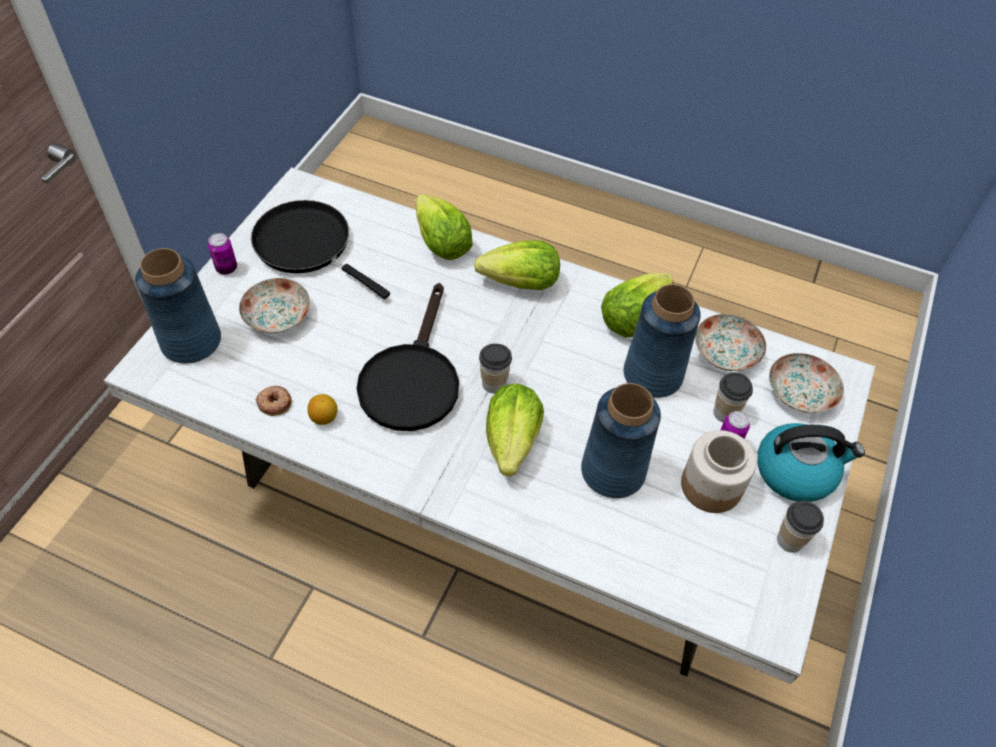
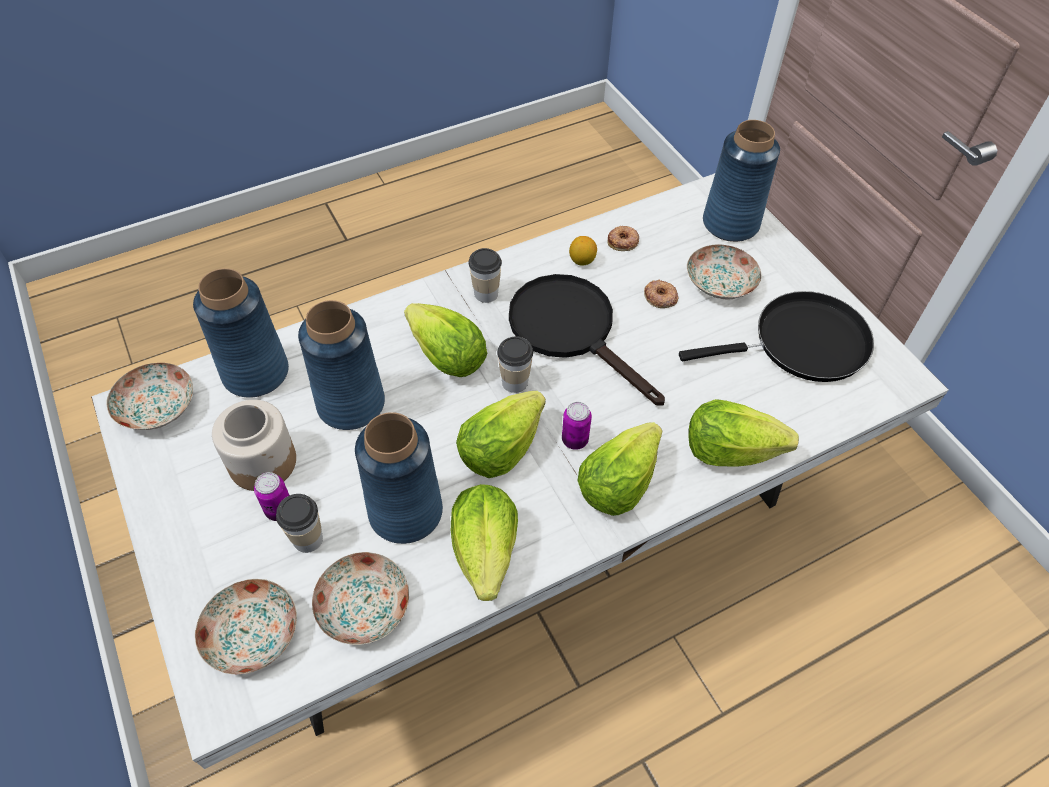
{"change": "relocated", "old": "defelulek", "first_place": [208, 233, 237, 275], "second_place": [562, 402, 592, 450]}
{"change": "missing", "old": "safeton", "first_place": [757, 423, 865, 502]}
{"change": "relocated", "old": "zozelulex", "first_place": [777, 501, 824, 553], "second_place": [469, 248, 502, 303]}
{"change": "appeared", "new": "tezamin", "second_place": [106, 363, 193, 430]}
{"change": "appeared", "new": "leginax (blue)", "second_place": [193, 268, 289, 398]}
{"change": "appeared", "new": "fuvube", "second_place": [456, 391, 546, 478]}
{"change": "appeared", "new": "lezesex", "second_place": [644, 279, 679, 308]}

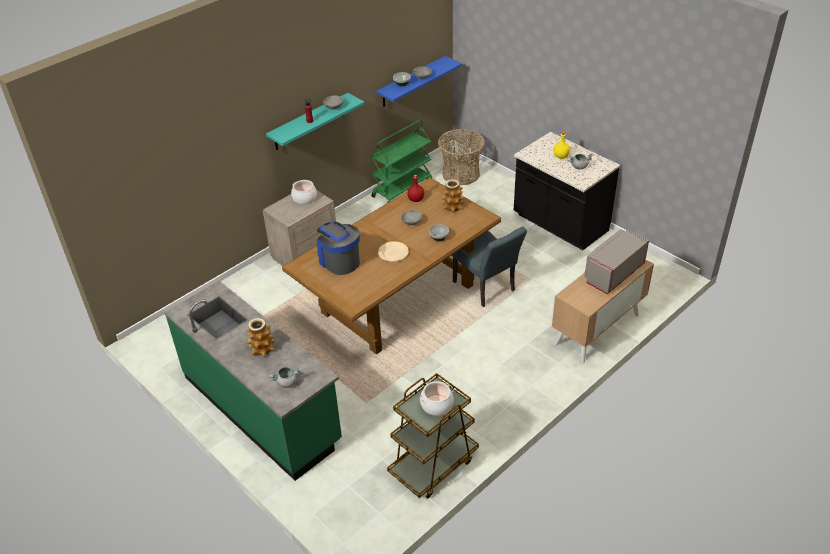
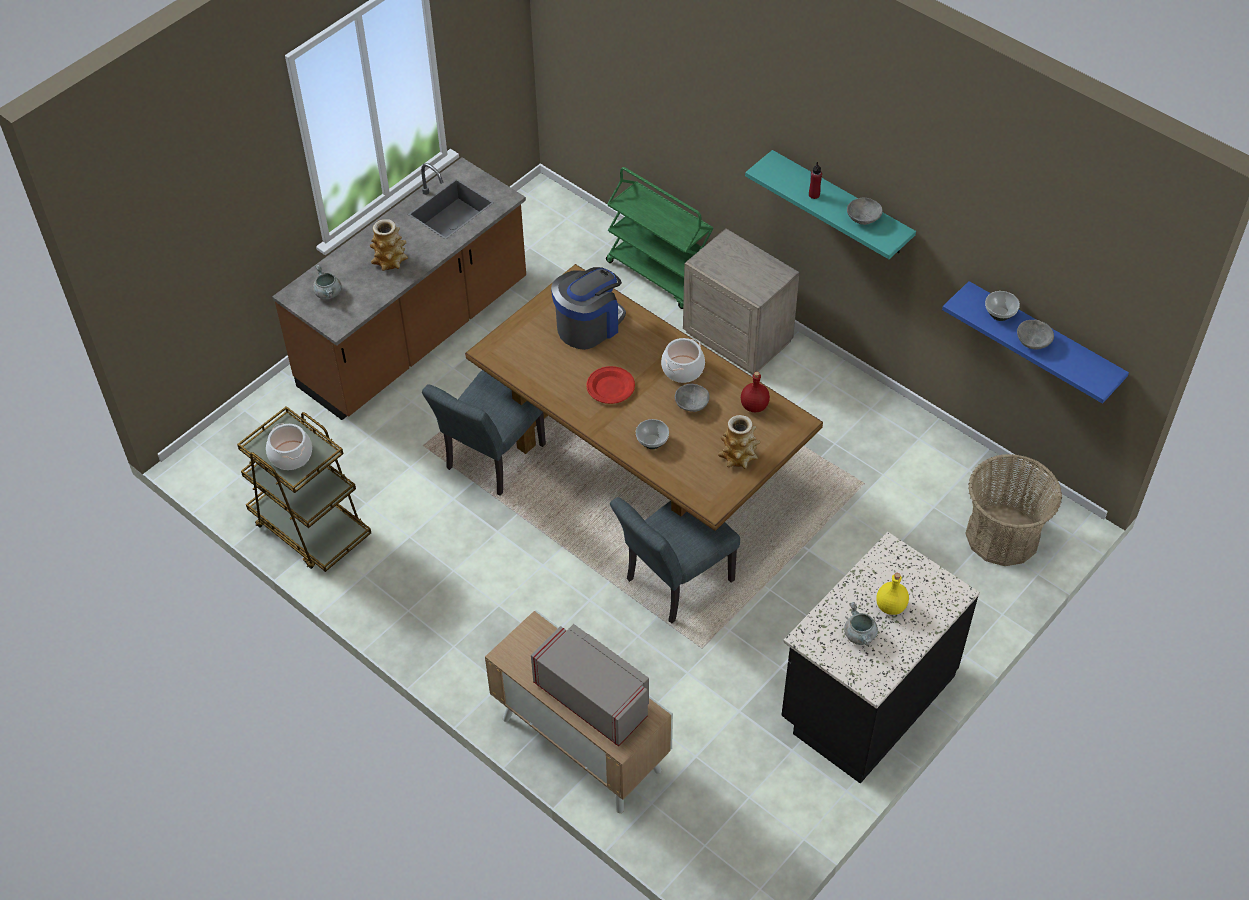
{"change": "colour", "old": "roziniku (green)", "new": "roziniku (brown)", "first_place": [164, 281, 342, 481], "second_place": [272, 157, 526, 420]}
{"change": "relocated", "old": "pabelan", "first_place": [291, 180, 317, 205], "second_place": [661, 338, 705, 383]}
{"change": "relocated", "old": "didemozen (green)", "first_place": [370, 120, 432, 203], "second_place": [606, 167, 714, 309]}
{"change": "colour", "old": "tezamin (beige)", "new": "tezamin (red)", "first_place": [378, 241, 409, 262], "second_place": [586, 366, 635, 404]}
{"change": "appeared", "new": "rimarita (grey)", "second_place": [422, 370, 546, 496]}

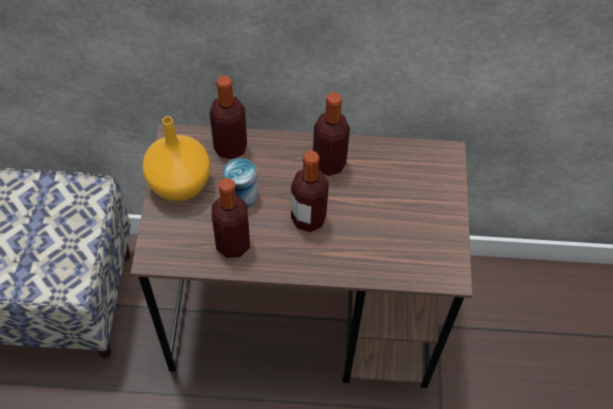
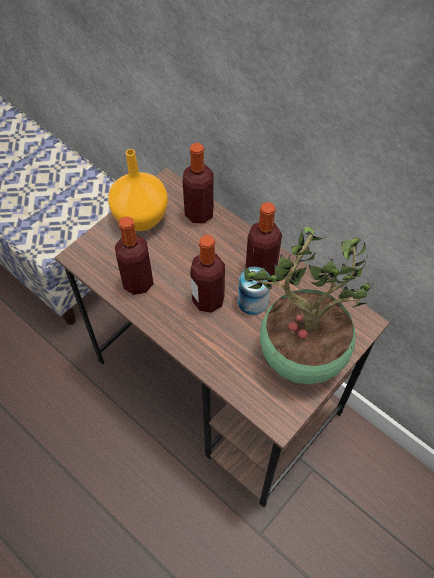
{"change": "relocated", "old": "defelulek", "first_place": [223, 158, 258, 208], "second_place": [238, 267, 270, 315]}
{"change": "appeared", "new": "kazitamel", "second_place": [244, 227, 374, 384]}

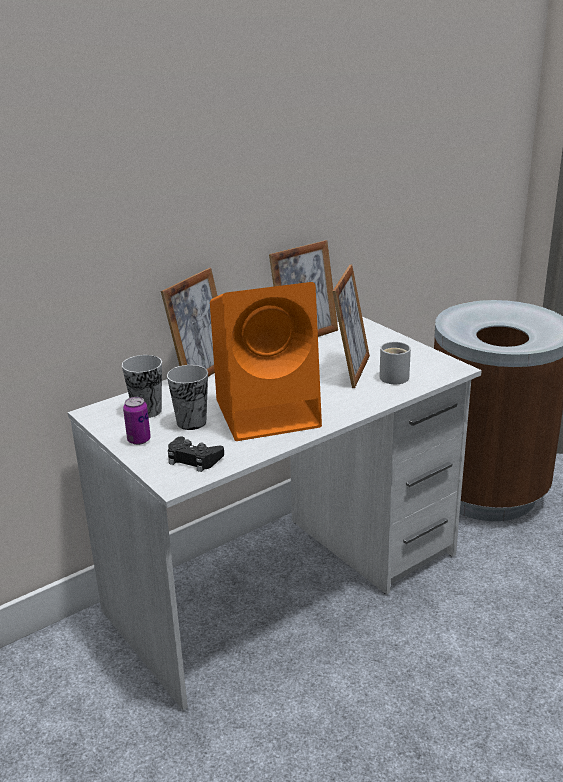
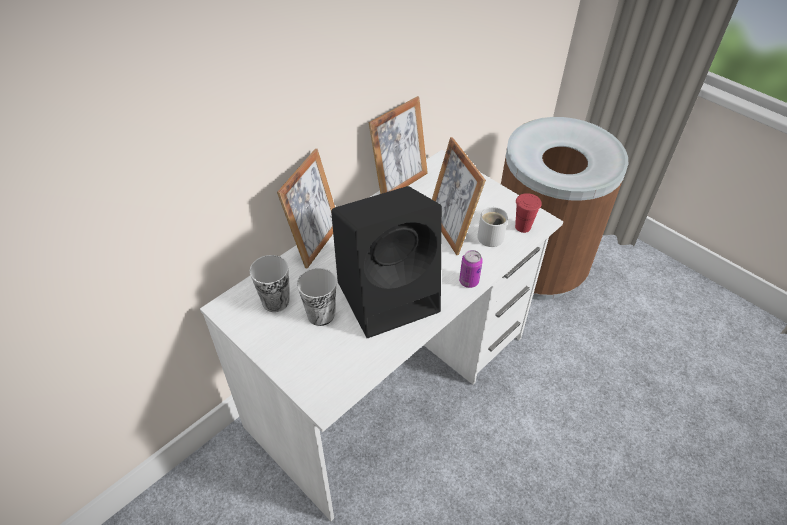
{"change": "relocated", "old": "defelulek", "first_place": [123, 397, 151, 445], "second_place": [459, 250, 483, 288]}
{"change": "missing", "old": "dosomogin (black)", "first_place": [168, 437, 224, 472]}
{"change": "colour", "old": "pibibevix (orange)", "new": "pibibevix (black)", "first_place": [210, 282, 322, 441], "second_place": [331, 186, 442, 338]}
{"change": "spun", "old": "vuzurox", "first_place": [332, 264, 370, 388], "second_place": [432, 137, 486, 255], "degrees": 150}
{"change": "appeared", "new": "zozelulex (red)", "second_place": [515, 193, 542, 233]}

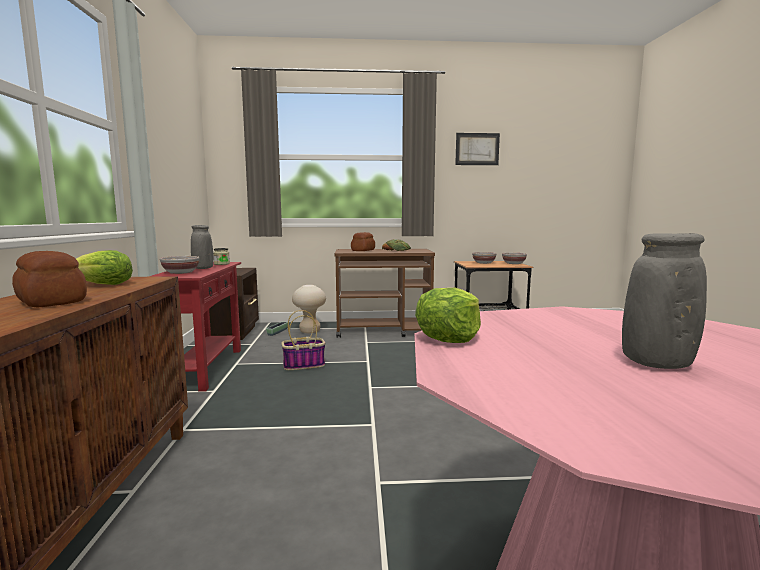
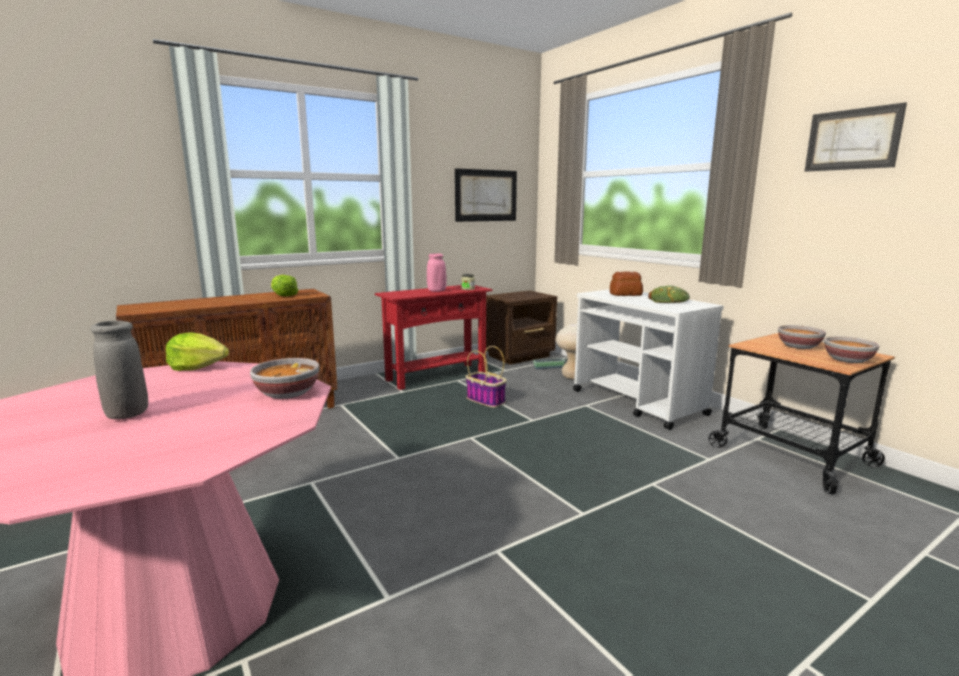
{"change": "missing", "old": "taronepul", "first_place": [12, 251, 87, 308]}
{"change": "relocated", "old": "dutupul", "first_place": [160, 256, 199, 274], "second_place": [250, 358, 319, 399]}
{"change": "colour", "old": "leginax (grey)", "new": "leginax (pink)", "first_place": [191, 225, 214, 269], "second_place": [427, 253, 447, 292]}
{"change": "colour", "old": "didemozen (brown)", "new": "didemozen (white)", "first_place": [335, 249, 435, 338], "second_place": [573, 289, 724, 430]}
{"change": "appeared", "new": "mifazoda", "second_place": [455, 168, 517, 222]}

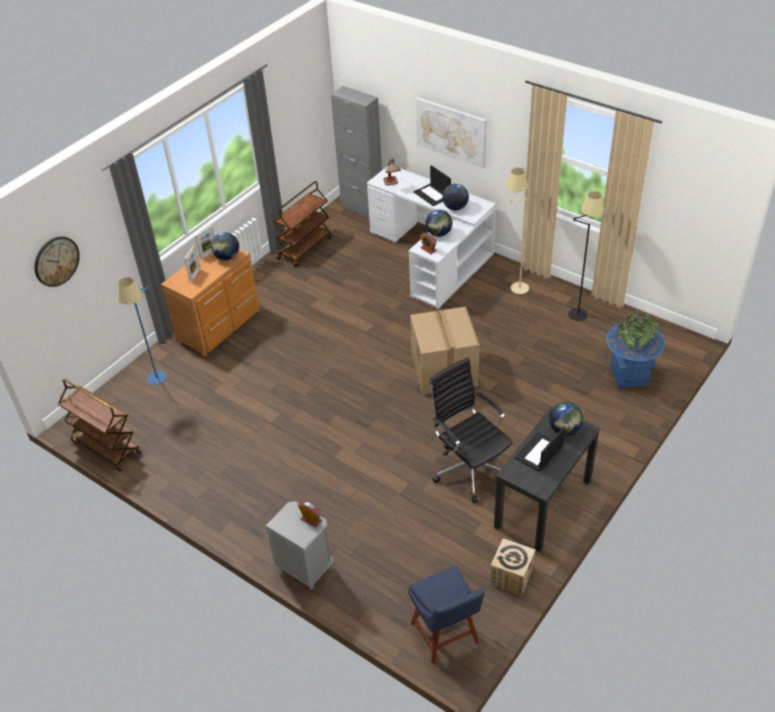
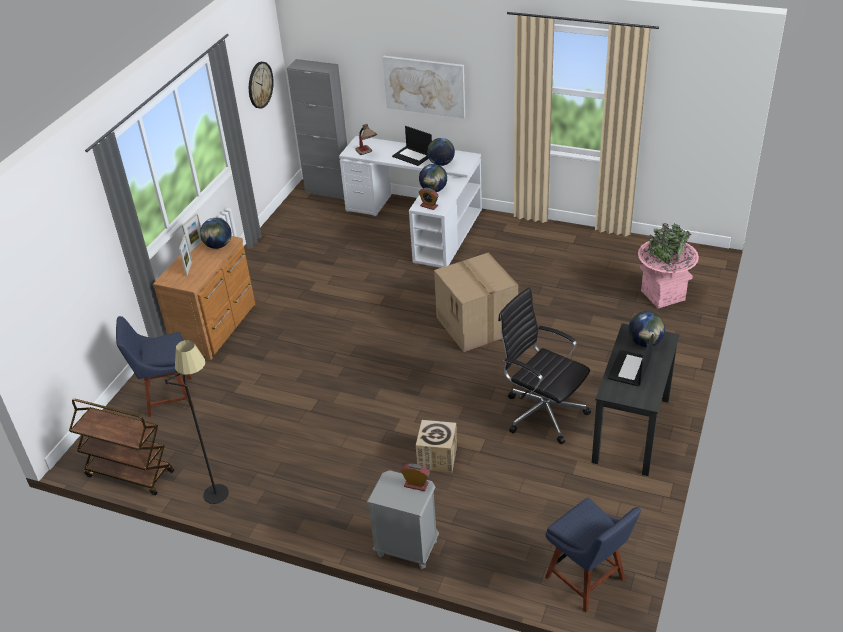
{"change": "relocated", "old": "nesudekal", "first_place": [34, 236, 80, 287], "second_place": [249, 62, 274, 109]}
{"change": "exchanged", "old": "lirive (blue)", "new": "rimarita (blue)", "first_place": [118, 277, 167, 385], "second_place": [116, 316, 194, 417]}
{"change": "missing", "old": "didemozen (brown)", "first_place": [272, 181, 332, 267]}
{"change": "relocated", "old": "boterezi", "first_place": [490, 538, 536, 596], "second_place": [416, 420, 457, 473]}
{"change": "missing", "old": "lirive (beige)", "first_place": [506, 168, 529, 294]}
{"change": "relocated", "old": "lirive (black)", "first_place": [568, 191, 604, 321], "second_place": [165, 340, 229, 504]}
{"change": "colour", "old": "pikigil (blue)", "new": "pikigil (pink)", "first_place": [606, 310, 665, 388], "second_place": [638, 223, 699, 308]}

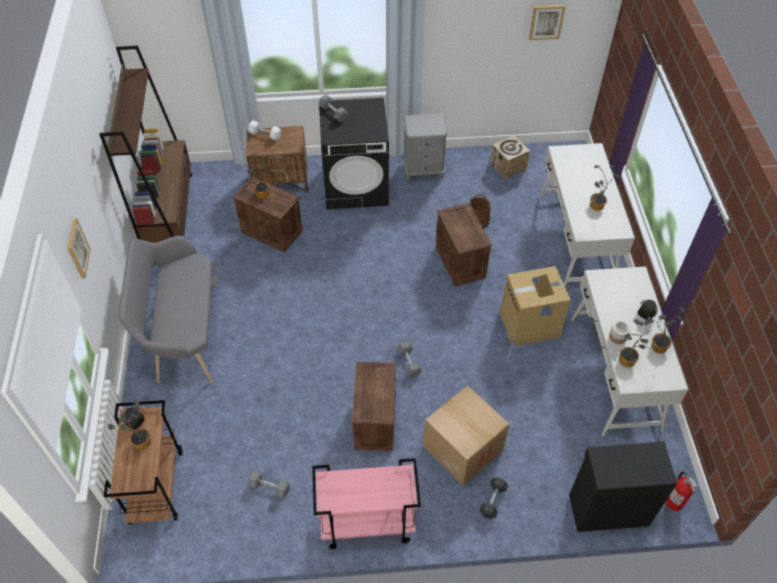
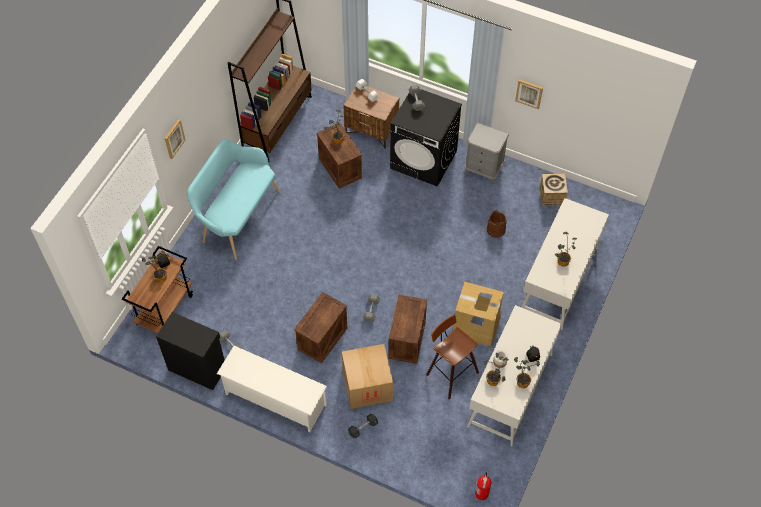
{"change": "colour", "old": "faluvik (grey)", "new": "faluvik (turquoise)", "first_place": [119, 236, 218, 383], "second_place": [187, 139, 280, 260]}
{"change": "exchanged", "old": "didemozen (pink)", "new": "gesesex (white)", "first_place": [312, 458, 421, 549], "second_place": [217, 346, 327, 432]}
{"change": "relocated", "old": "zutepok", "first_place": [436, 203, 492, 286], "second_place": [389, 295, 427, 364]}
{"change": "relocated", "old": "mifazoda", "first_place": [529, 5, 565, 40], "second_place": [515, 79, 543, 109]}
{"change": "relocated", "old": "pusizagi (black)", "first_place": [569, 442, 677, 532], "second_place": [156, 312, 225, 390]}
{"change": "appeared", "new": "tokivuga", "second_place": [426, 315, 479, 399]}

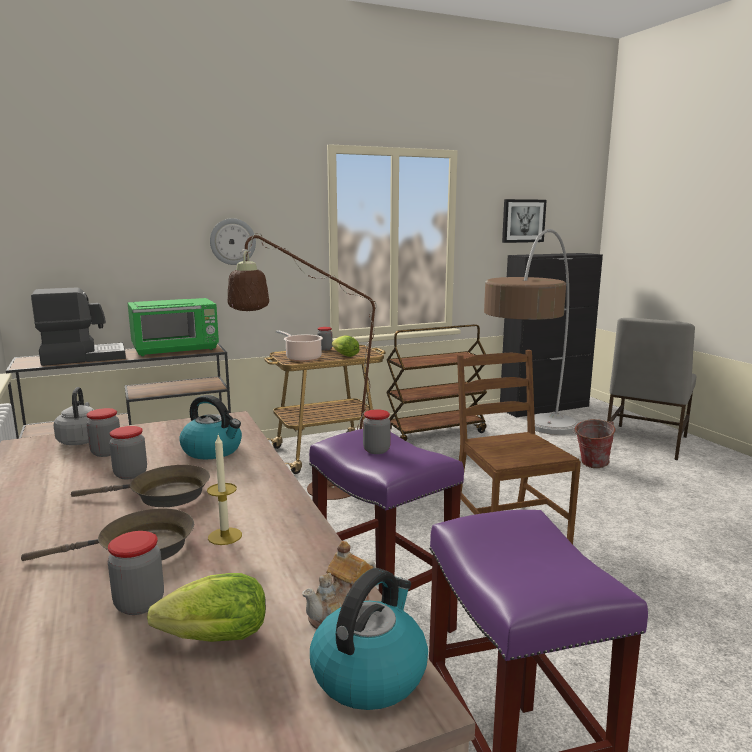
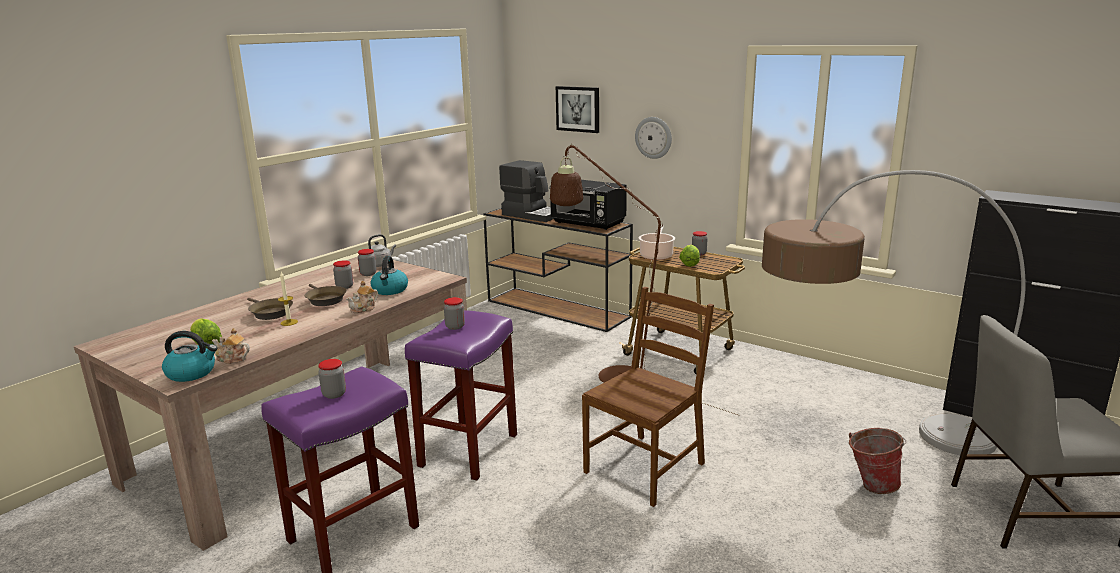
{"change": "relocated", "old": "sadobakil", "first_place": [108, 531, 164, 615], "second_place": [318, 359, 346, 399]}
{"change": "colour", "old": "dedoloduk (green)", "new": "dedoloduk (black)", "first_place": [127, 298, 219, 356], "second_place": [549, 180, 627, 230]}
{"change": "missing", "old": "didemozen (brown)", "first_place": [386, 324, 487, 441]}
{"change": "relocated", "old": "mifazoda", "first_place": [502, 199, 547, 243], "second_place": [556, 86, 599, 133]}
{"change": "appeared", "new": "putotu", "second_place": [346, 281, 378, 313]}

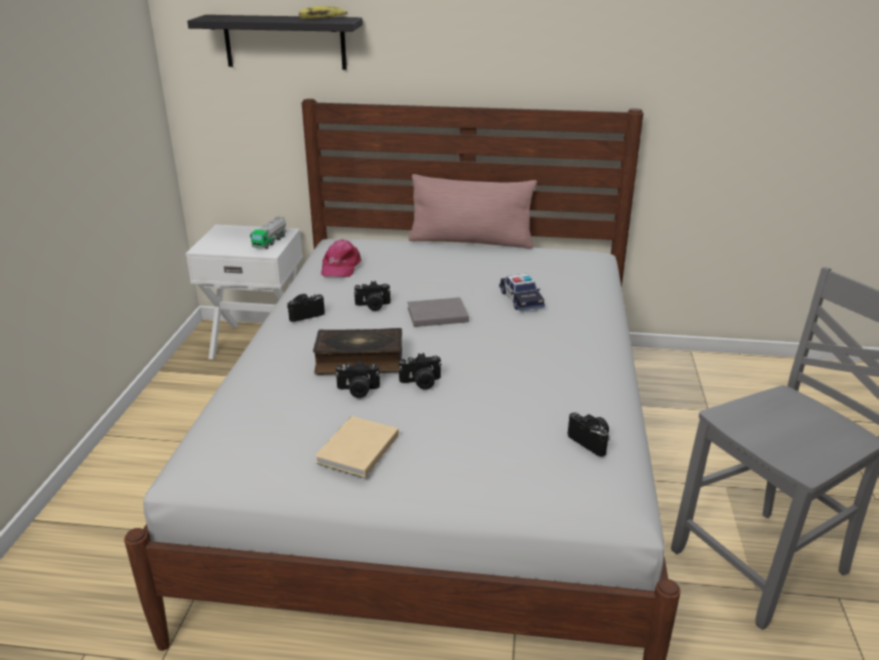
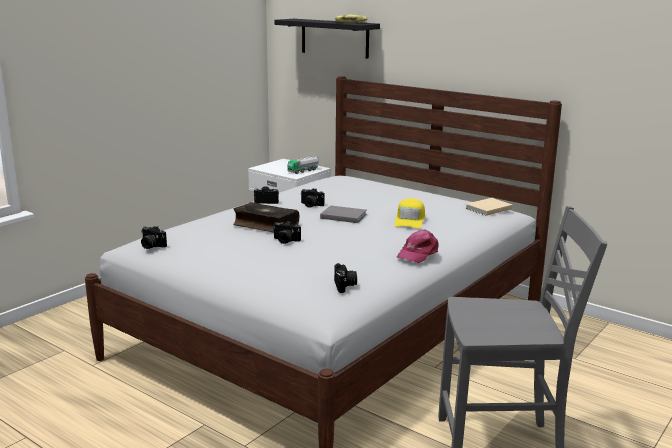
{"change": "relocated", "old": "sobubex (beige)", "first_place": [315, 416, 399, 478], "second_place": [465, 198, 513, 216]}
{"change": "relocated", "old": "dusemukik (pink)", "first_place": [321, 239, 362, 277], "second_place": [397, 229, 439, 263]}
{"change": "relocated", "old": "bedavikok", "first_place": [335, 361, 380, 398], "second_place": [141, 226, 167, 249]}
{"change": "missing", "old": "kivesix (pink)", "first_place": [409, 174, 537, 249]}
{"change": "exchanged", "old": "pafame", "new": "dusemukik (yellow)", "first_place": [499, 274, 545, 311], "second_place": [394, 198, 425, 228]}

